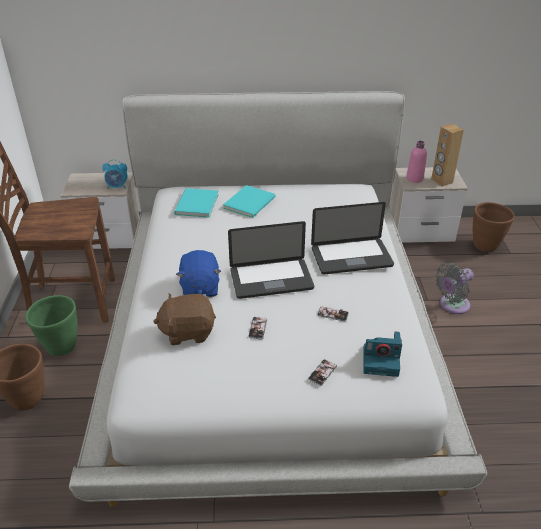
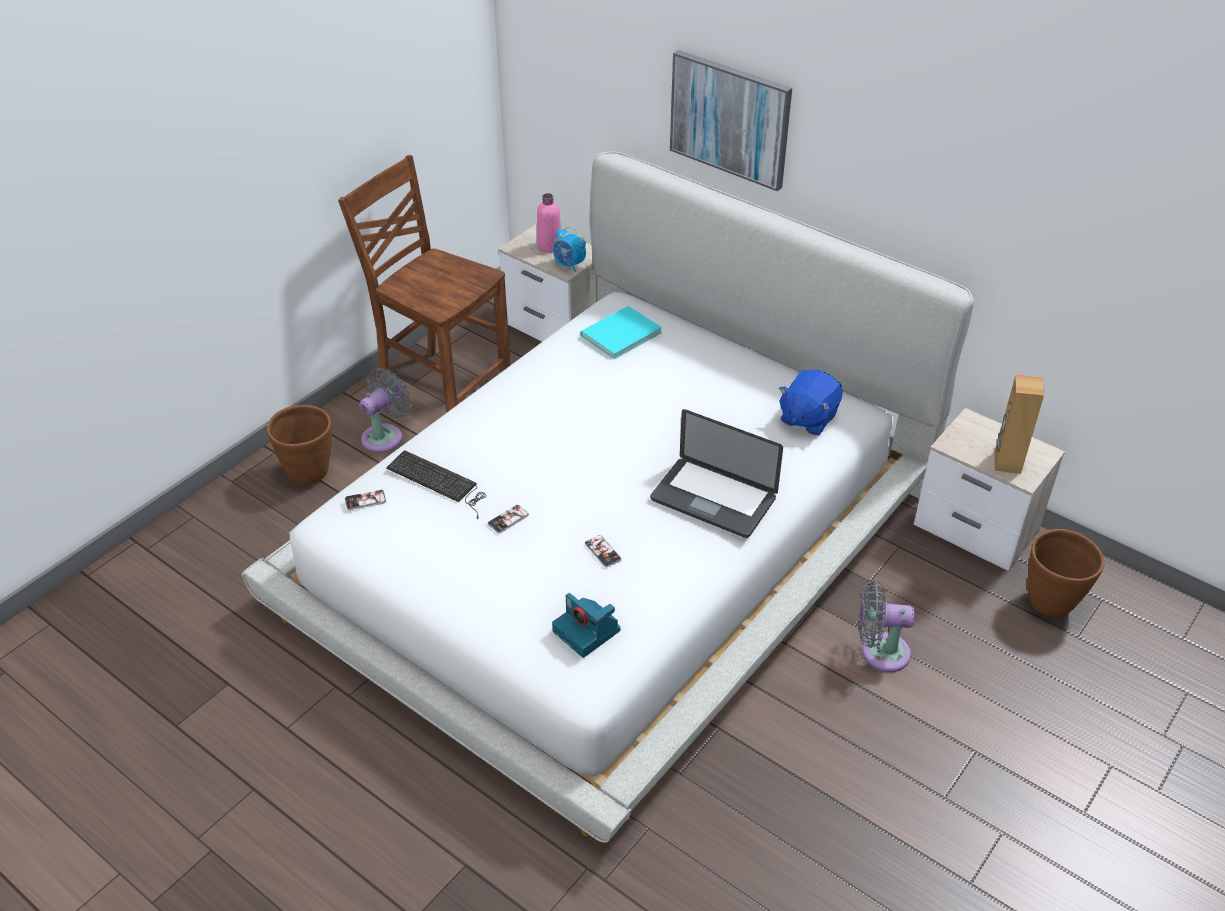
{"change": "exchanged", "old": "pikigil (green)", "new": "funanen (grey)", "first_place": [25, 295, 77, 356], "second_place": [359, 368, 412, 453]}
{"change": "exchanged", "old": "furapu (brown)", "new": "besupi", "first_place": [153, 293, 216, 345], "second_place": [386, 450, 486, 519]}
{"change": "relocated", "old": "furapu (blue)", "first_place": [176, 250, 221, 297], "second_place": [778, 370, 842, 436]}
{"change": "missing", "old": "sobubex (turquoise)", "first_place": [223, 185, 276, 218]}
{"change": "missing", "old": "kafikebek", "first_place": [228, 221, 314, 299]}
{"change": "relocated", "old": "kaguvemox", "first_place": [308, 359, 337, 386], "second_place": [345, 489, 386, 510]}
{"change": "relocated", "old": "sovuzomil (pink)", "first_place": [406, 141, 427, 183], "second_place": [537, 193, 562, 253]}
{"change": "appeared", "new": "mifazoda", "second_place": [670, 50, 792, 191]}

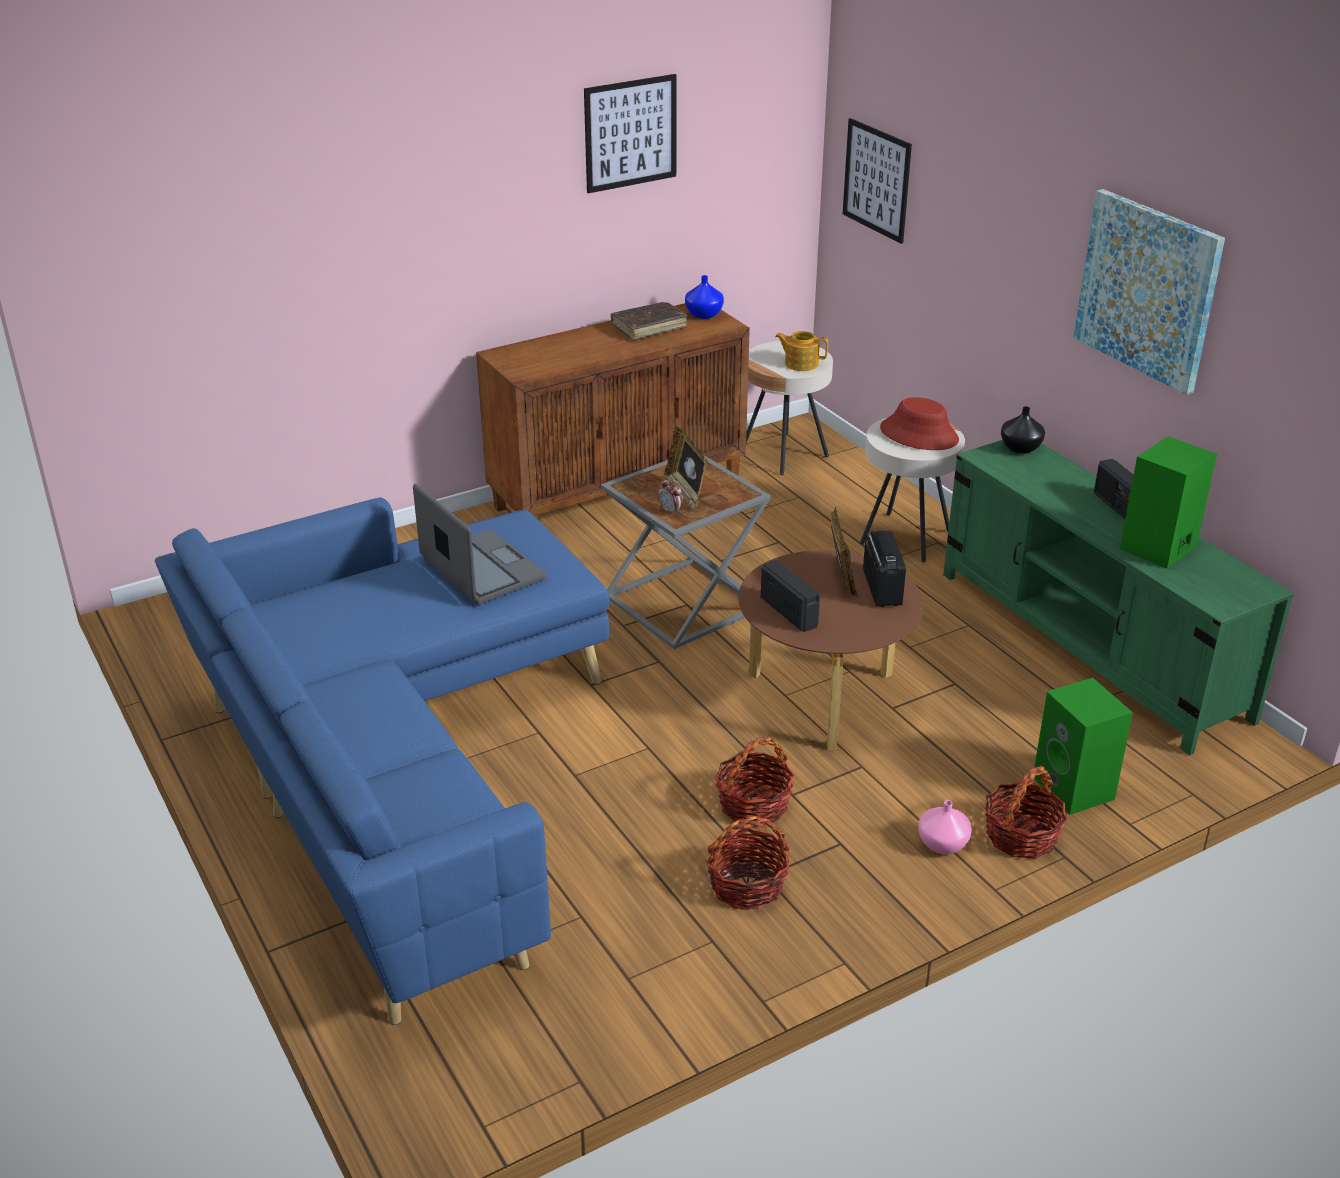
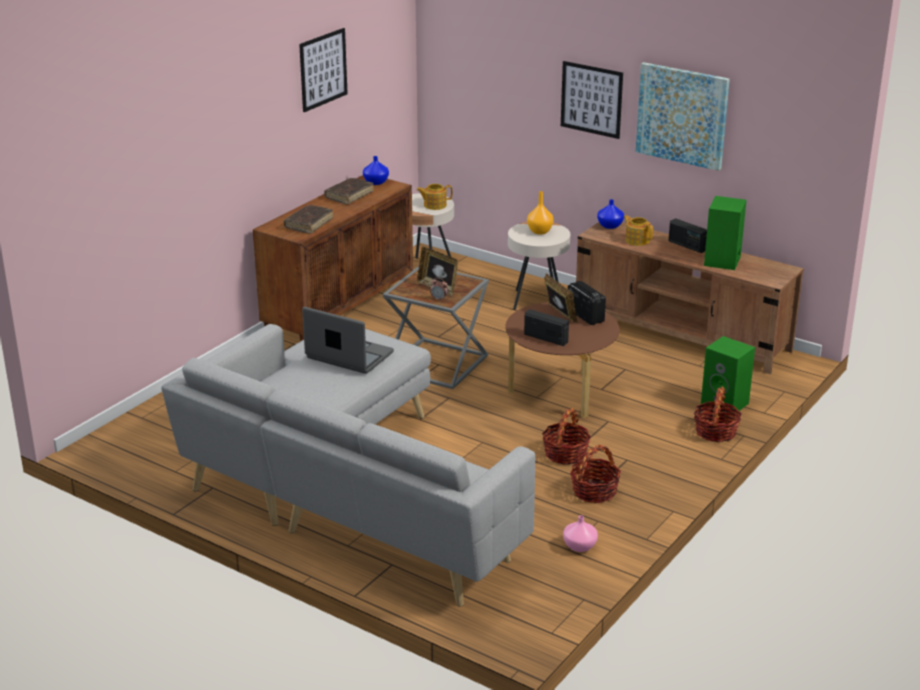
{"change": "colour", "old": "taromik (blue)", "new": "taromik (grey)", "first_place": [155, 498, 610, 1025], "second_place": [161, 324, 535, 607]}
{"change": "relocated", "old": "mifazoda", "first_place": [843, 118, 912, 244], "second_place": [561, 61, 623, 139]}
{"change": "exchanged", "old": "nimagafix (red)", "new": "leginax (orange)", "first_place": [880, 397, 959, 450], "second_place": [527, 191, 554, 234]}
{"change": "relocated", "old": "leginax (pink)", "first_place": [918, 800, 972, 854], "second_place": [563, 515, 598, 552]}
{"change": "colour", "old": "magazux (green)", "new": "magazux (brown)", "first_place": [943, 440, 1294, 755], "second_place": [576, 222, 804, 374]}
{"change": "colour", "old": "leginax (black)", "new": "leginax (blue)", "first_place": [1001, 406, 1045, 454], "second_place": [597, 199, 624, 229]}
{"change": "appeared", "new": "sobubex (brown)", "second_place": [284, 205, 333, 234]}
{"change": "appeared", "new": "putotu", "second_place": [624, 215, 653, 246]}

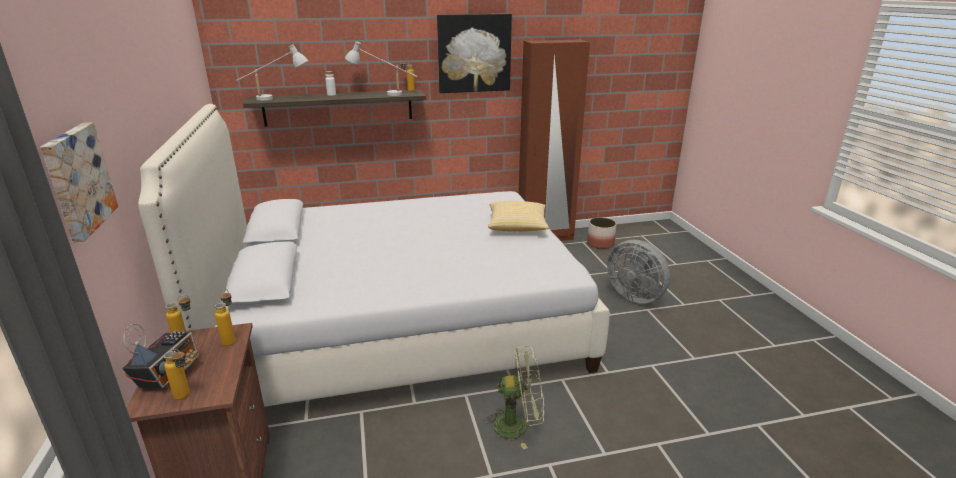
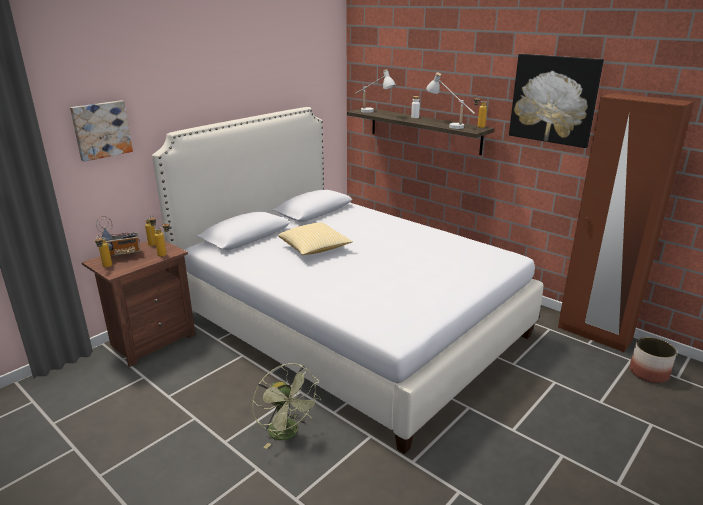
{"change": "relocated", "old": "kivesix", "first_place": [488, 201, 549, 232], "second_place": [278, 223, 353, 255]}
{"change": "missing", "old": "funanen (grey)", "first_place": [607, 240, 670, 304]}

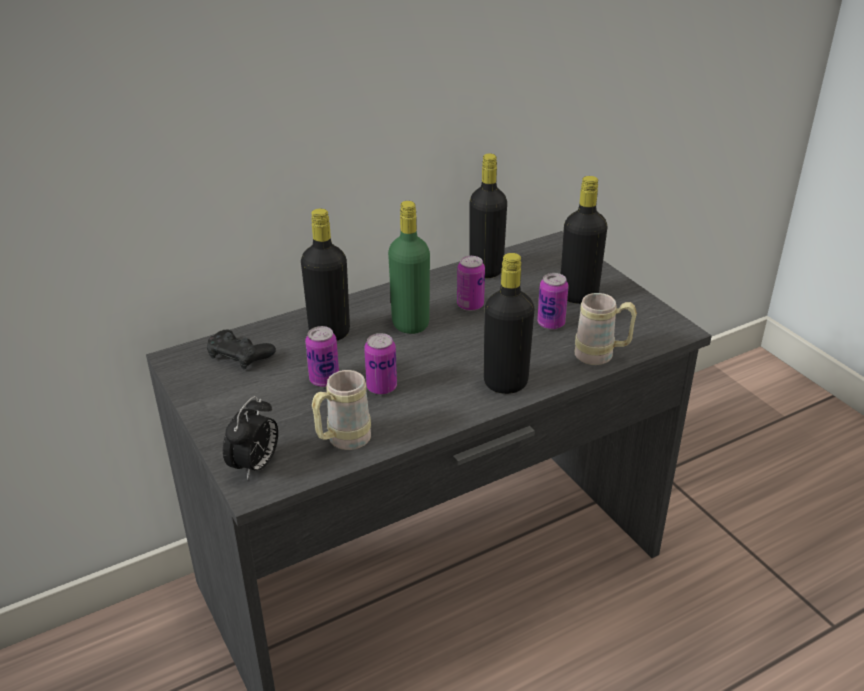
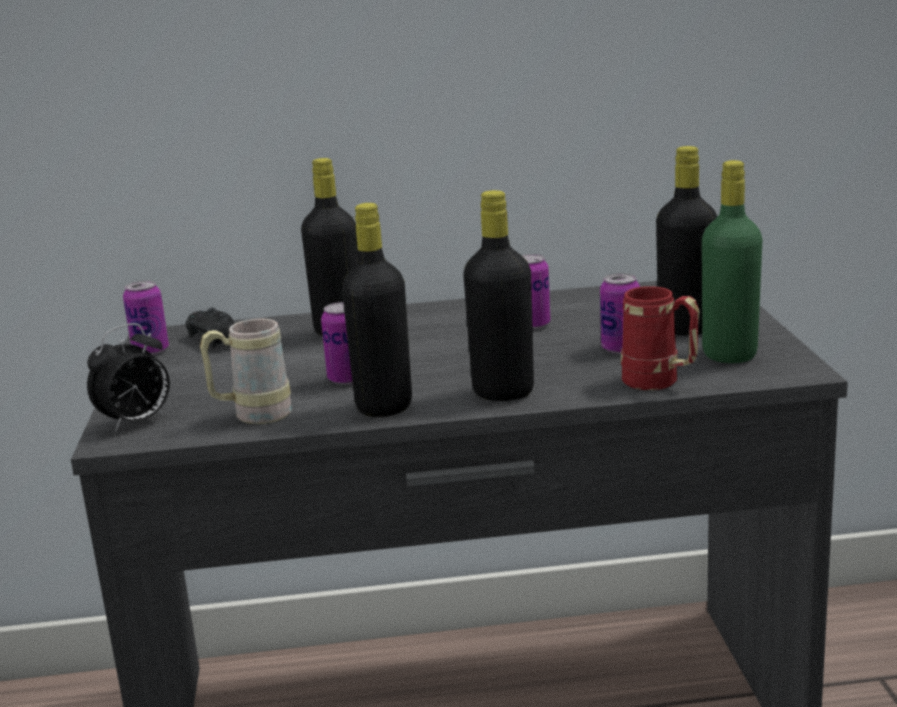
{"change": "relocated", "old": "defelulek", "first_place": [305, 326, 339, 387], "second_place": [123, 281, 169, 355]}
{"change": "relocated", "old": "sovuzomil (green)", "first_place": [388, 201, 430, 334], "second_place": [702, 160, 762, 363]}
{"change": "relocated", "old": "sovuzomil (black)", "first_place": [469, 153, 507, 278], "second_place": [342, 203, 412, 417]}
{"change": "colour", "old": "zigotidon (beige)", "new": "zigotidon (red)", "first_place": [575, 293, 637, 365], "second_place": [621, 286, 700, 390]}

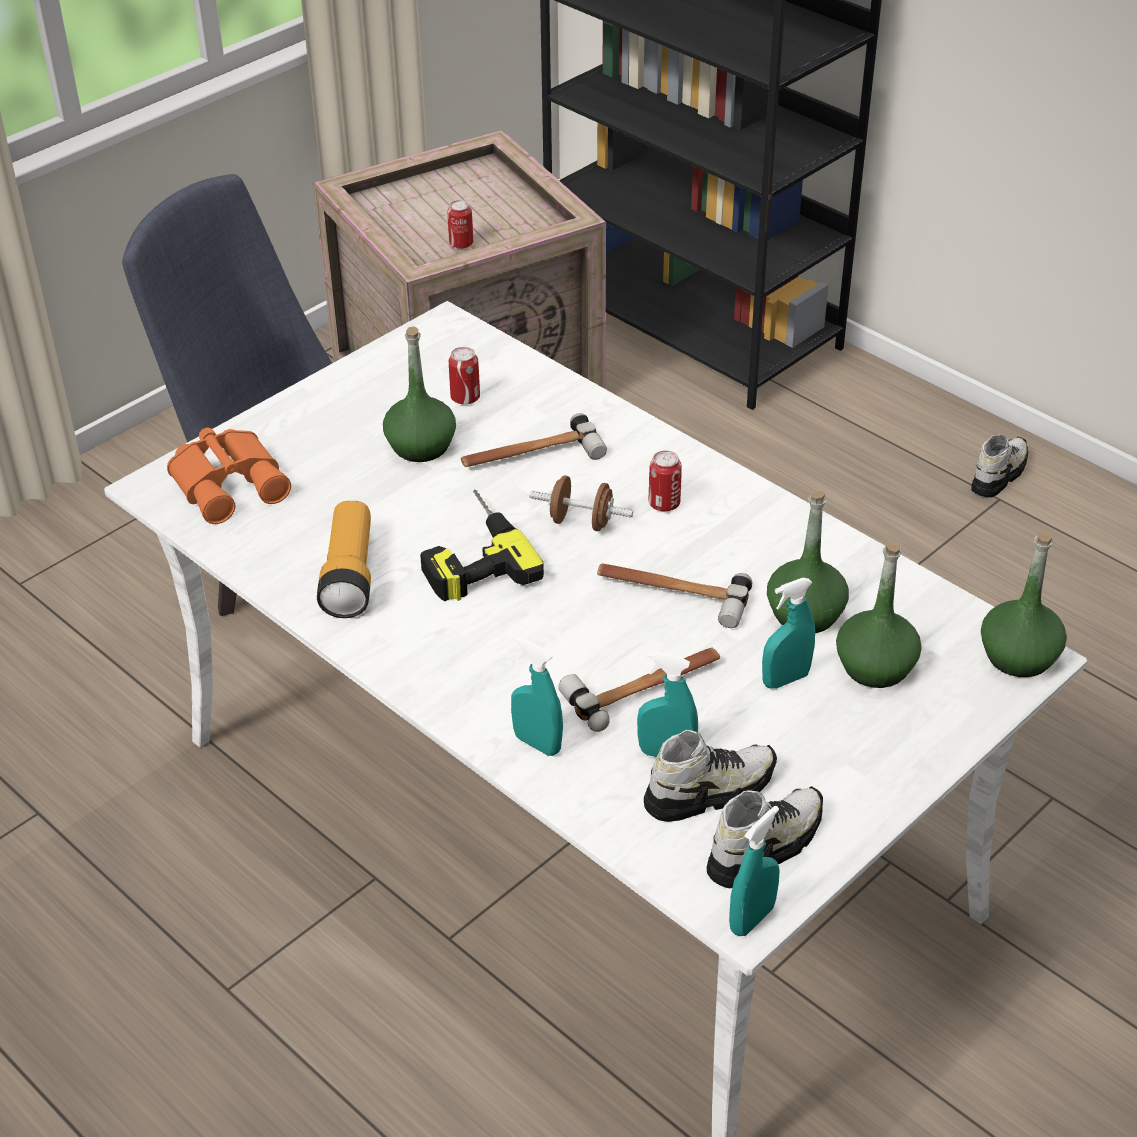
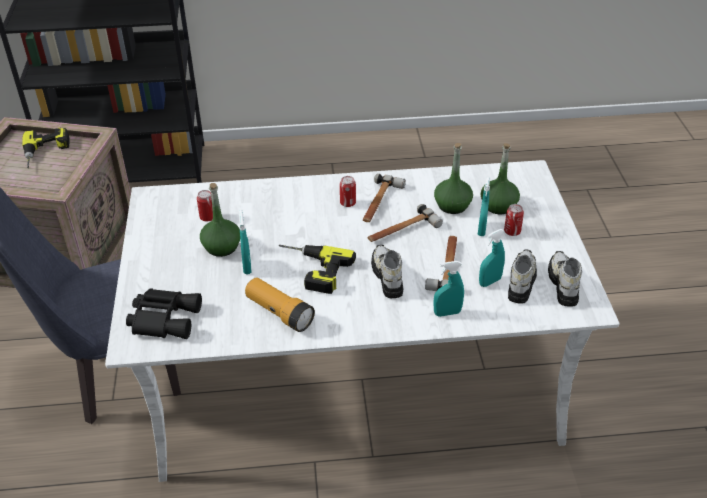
{"change": "colour", "old": "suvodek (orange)", "new": "suvodek (black)", "first_place": [167, 428, 291, 524], "second_place": [126, 288, 202, 339]}
{"change": "relocated", "old": "defelulek", "first_place": [447, 200, 473, 249], "second_place": [504, 204, 524, 236]}
{"change": "relocated", "old": "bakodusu", "first_place": [461, 413, 607, 467], "second_place": [363, 174, 406, 222]}
{"change": "missing", "old": "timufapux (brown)", "first_place": [529, 475, 633, 531]}
{"change": "relocated", "old": "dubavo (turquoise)", "first_place": [729, 806, 780, 936], "second_place": [239, 210, 251, 274]}
{"change": "relocated", "old": "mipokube", "first_place": [971, 434, 1028, 498], "second_place": [371, 245, 403, 298]}
{"change": "missing", "old": "sovuzomil (green)", "first_place": [981, 530, 1067, 677]}
{"change": "appeared", "new": "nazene", "second_place": [22, 127, 70, 169]}

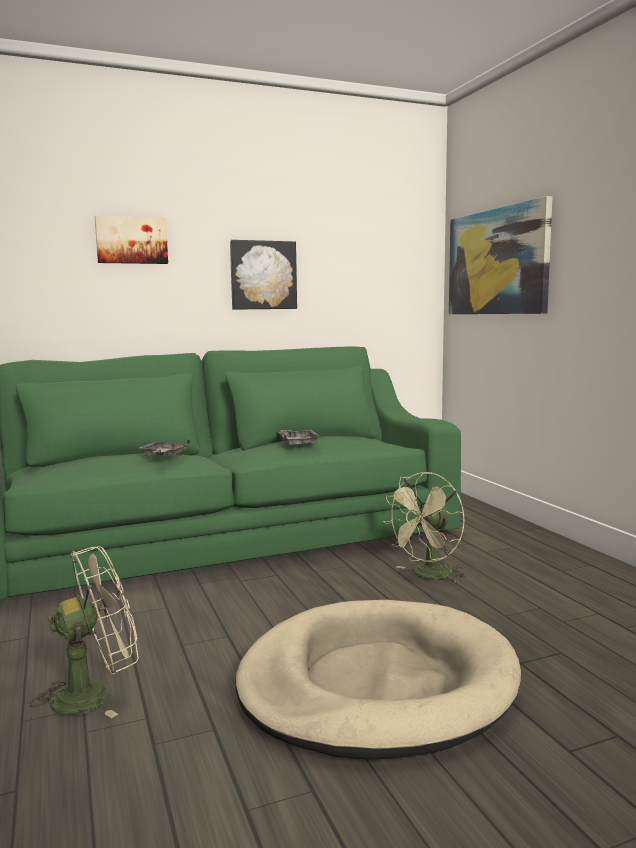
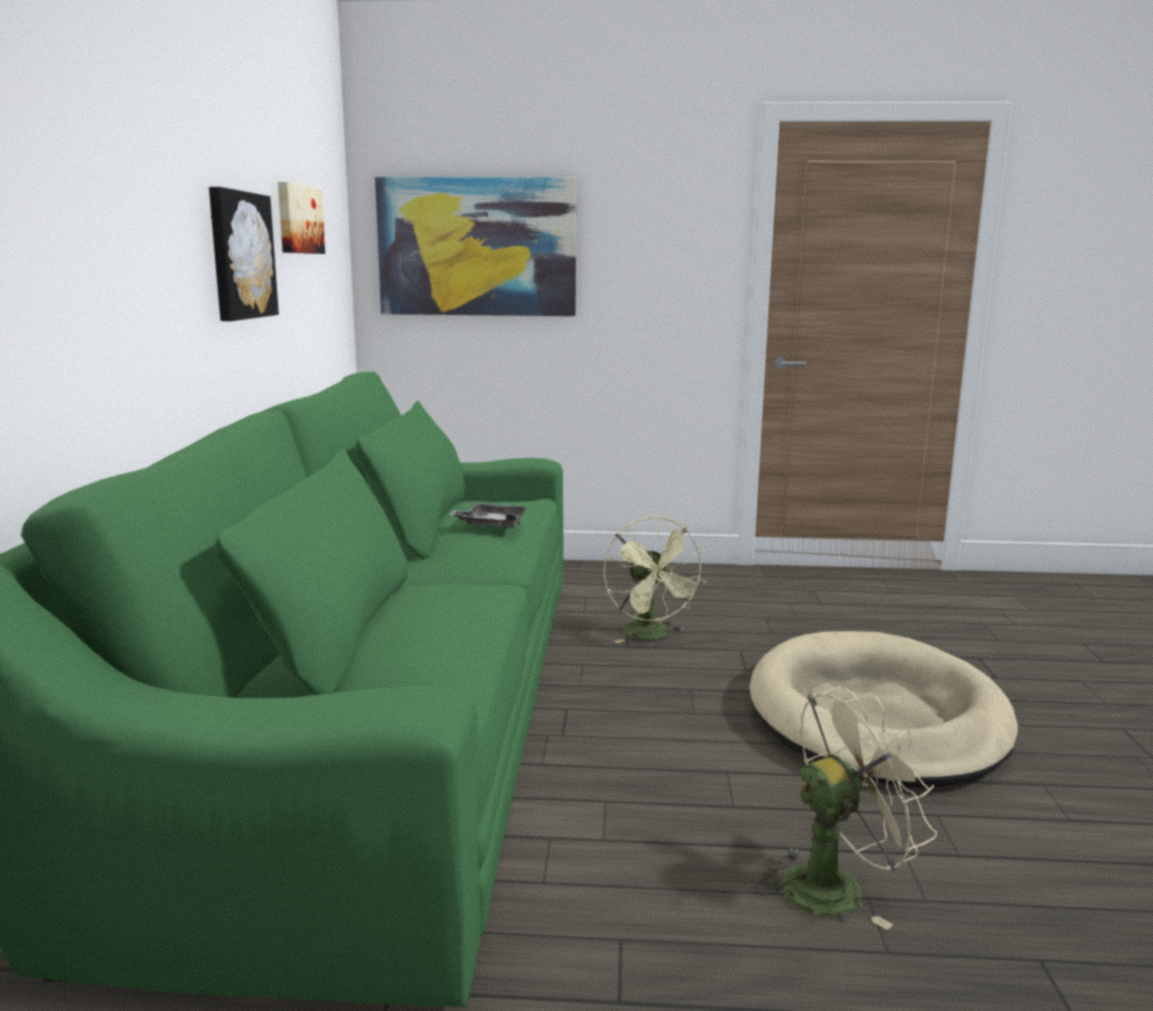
{"change": "spun", "old": "funanen (beige)", "first_place": [30, 546, 139, 718], "second_place": [755, 686, 937, 930], "degrees": 75}
{"change": "relocated", "old": "mifazoda", "first_place": [95, 215, 168, 264], "second_place": [278, 182, 325, 254]}
{"change": "missing", "old": "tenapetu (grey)", "first_place": [139, 439, 190, 456]}

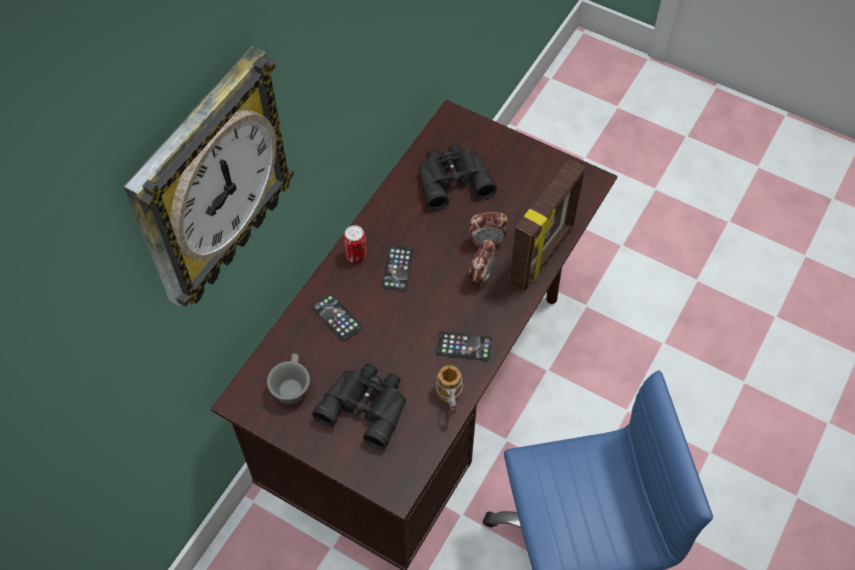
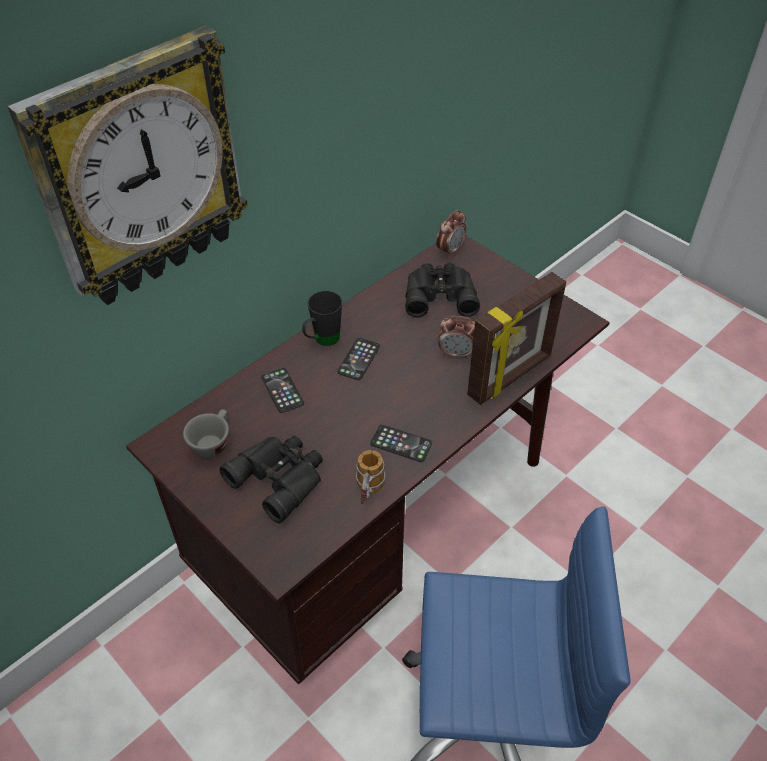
{"change": "exchanged", "old": "defelulek", "new": "zigotidon (black)", "first_place": [344, 225, 367, 263], "second_place": [302, 291, 342, 346]}
{"change": "relocated", "old": "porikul", "first_place": [468, 238, 496, 287], "second_place": [436, 210, 466, 258]}

